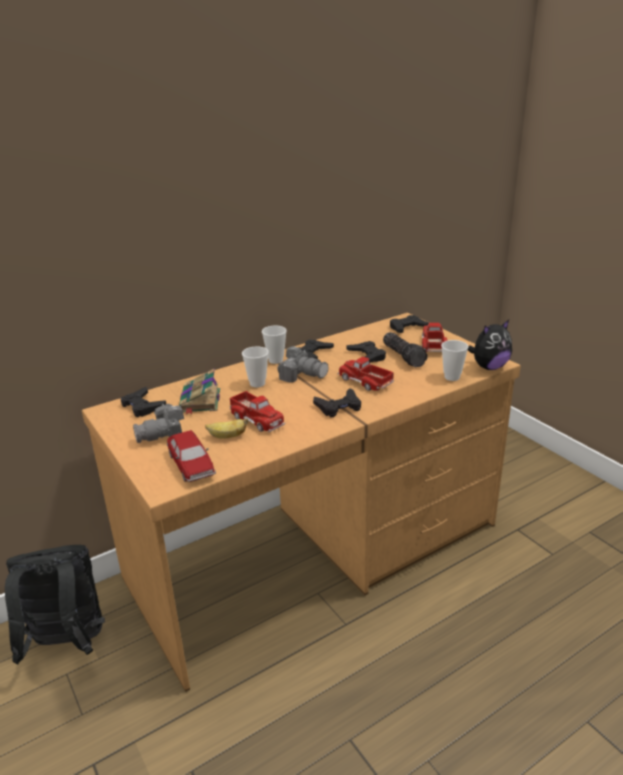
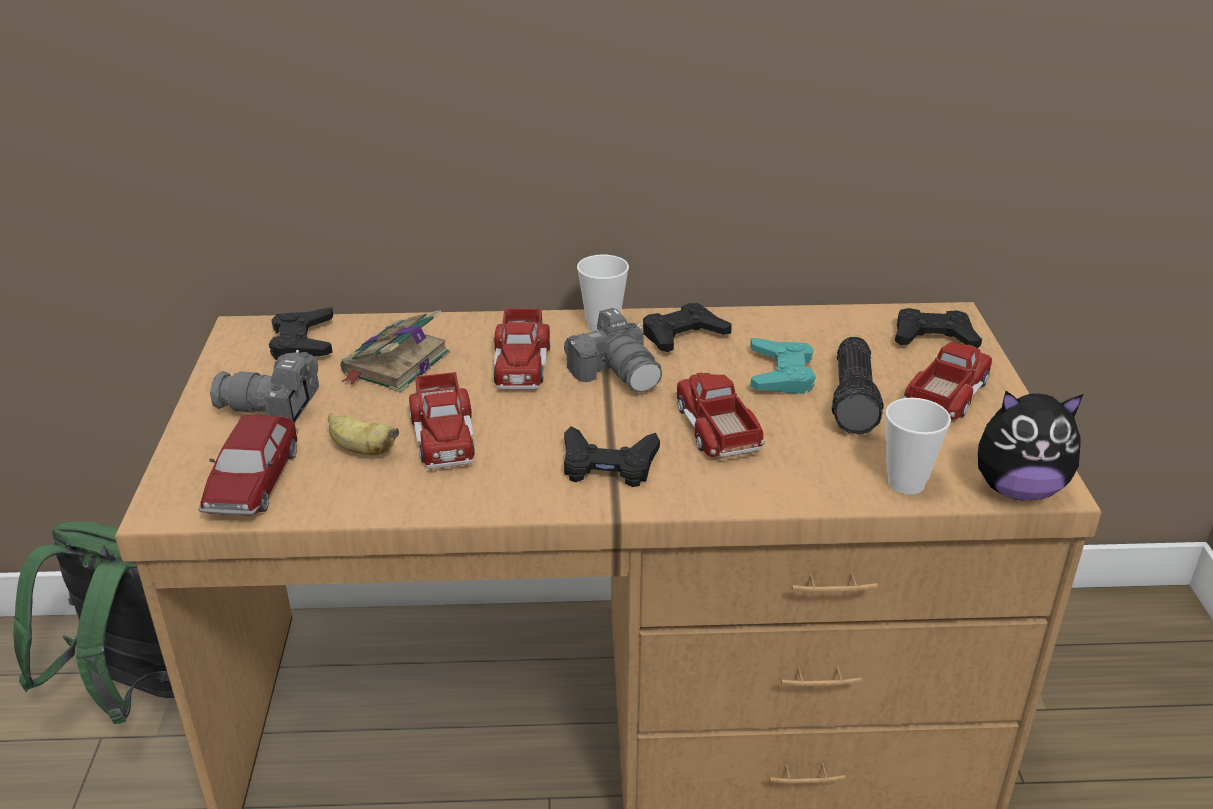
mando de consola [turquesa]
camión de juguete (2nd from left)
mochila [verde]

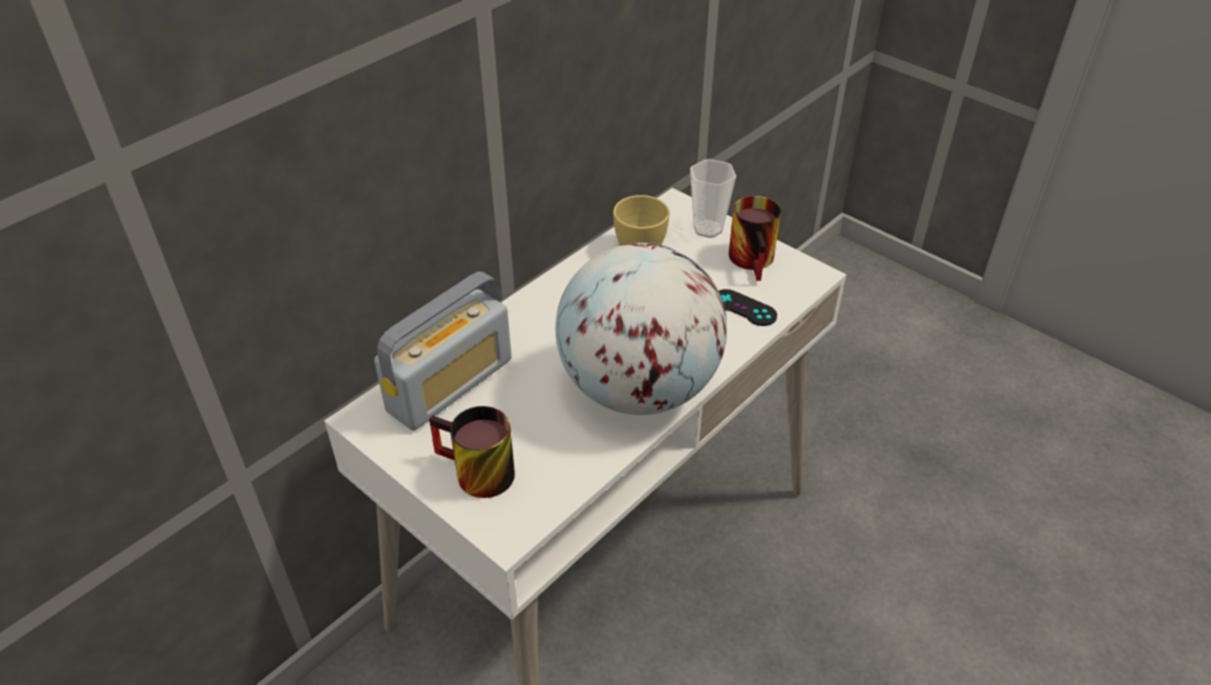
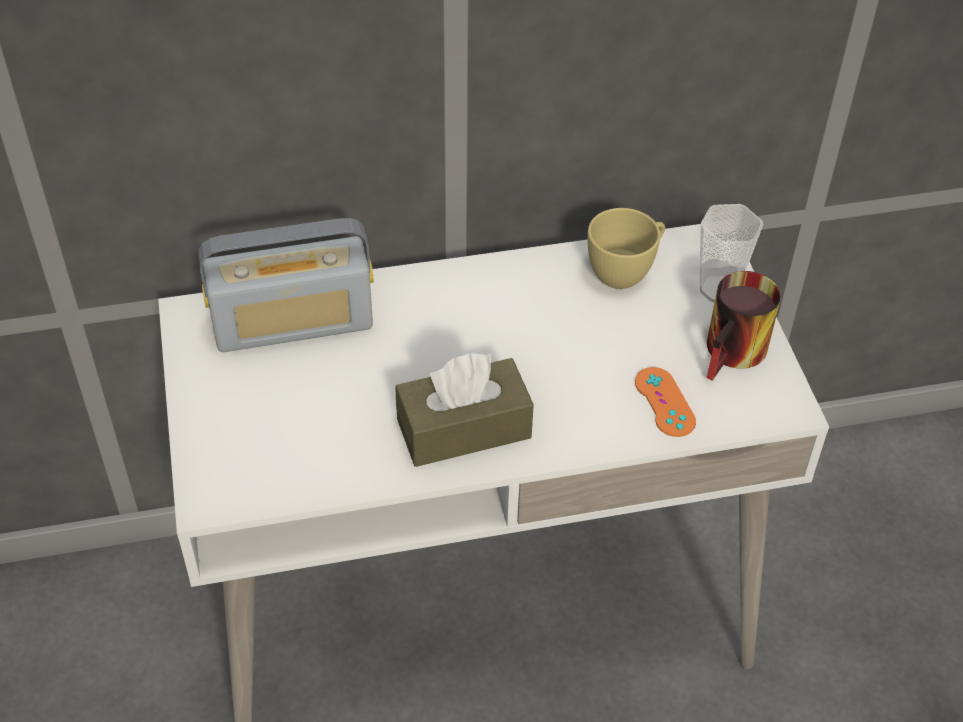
caja de pañuelos [marrón]
mando de consola [naranja]
taza grande (1st from left in the first image)

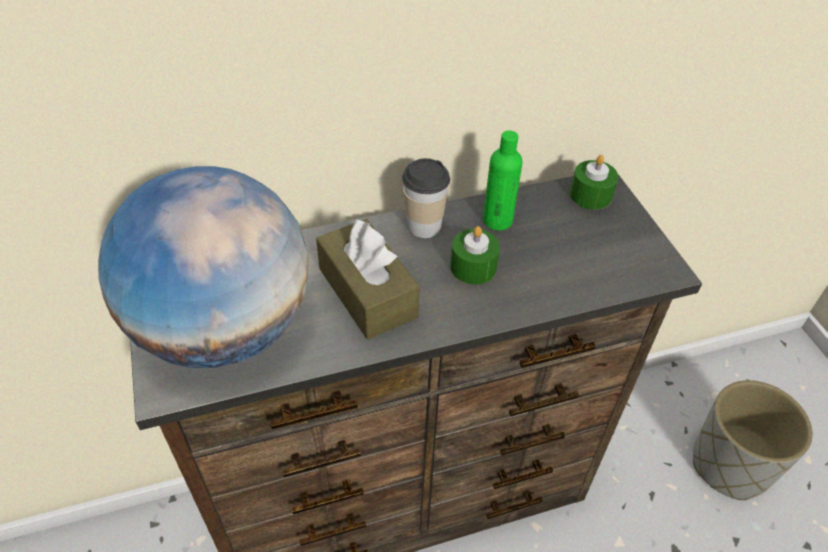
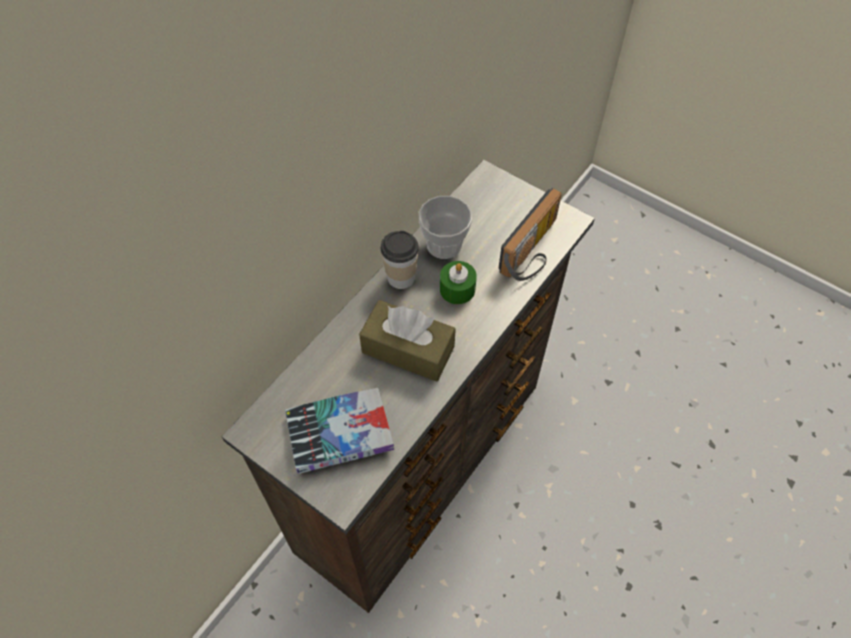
taza (2nd from left)
vela [verde] (2nd from left in the first image)
libro
maceta [gris]
radio

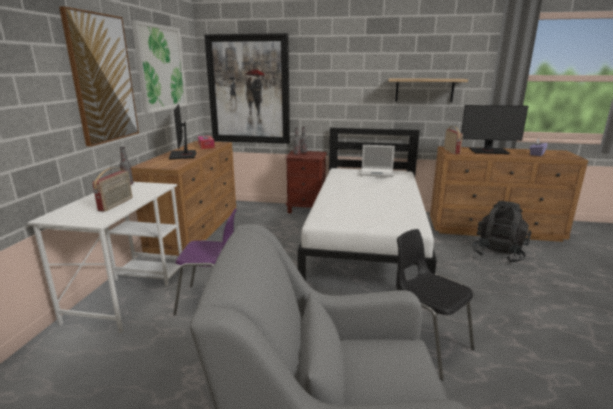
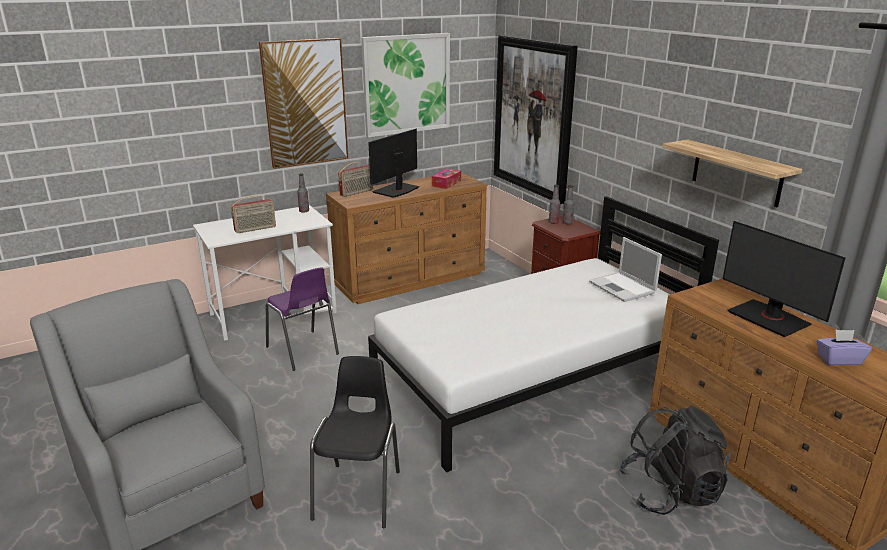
radio (2nd from left)

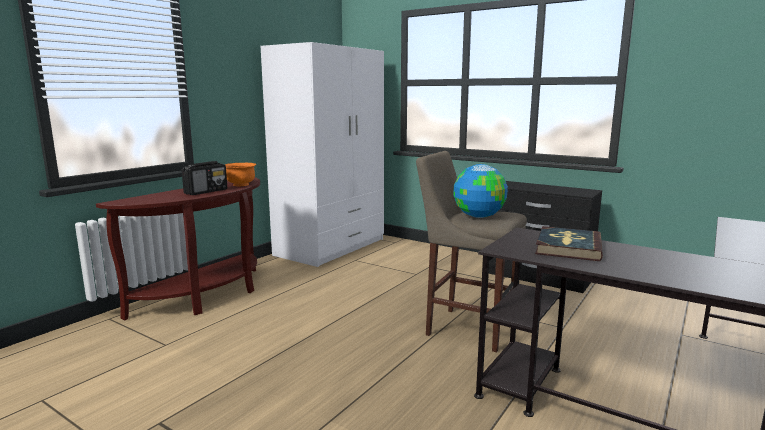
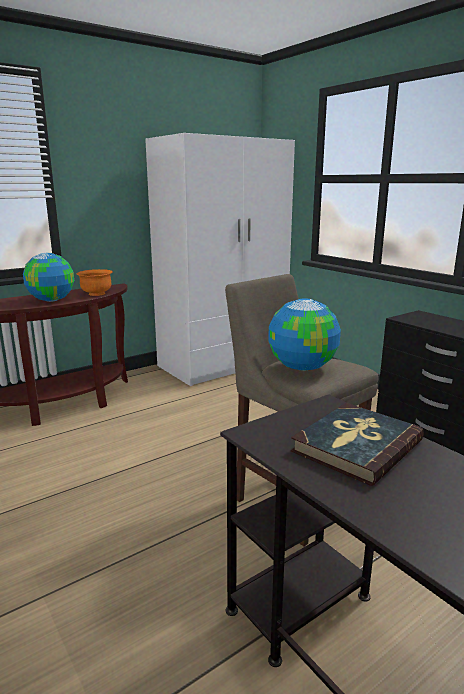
globo terráqueo (1st from left)

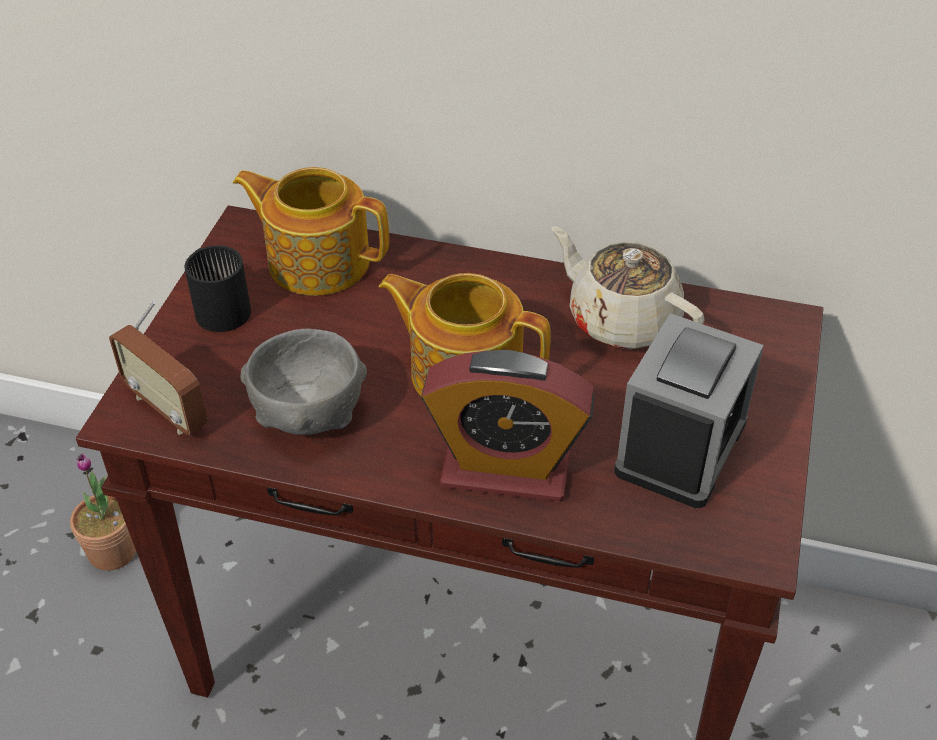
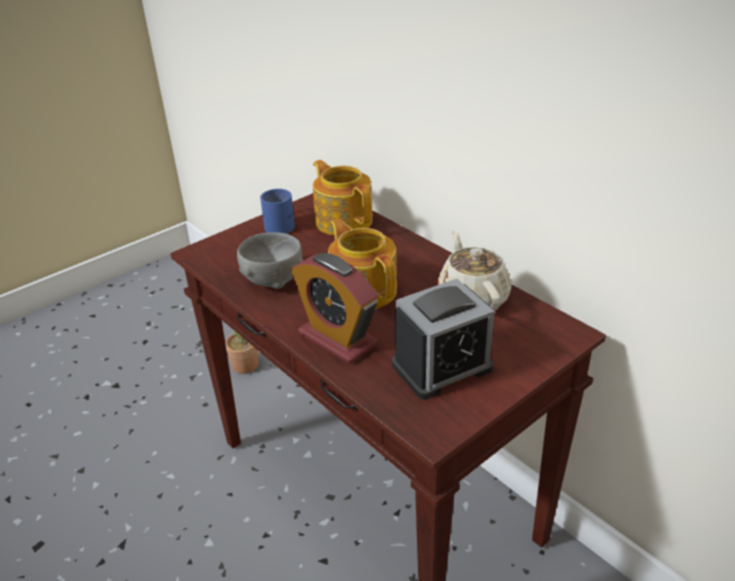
taza grande [azul]
radio

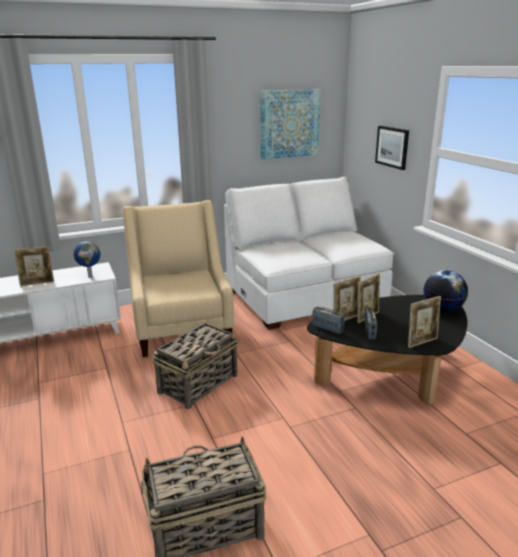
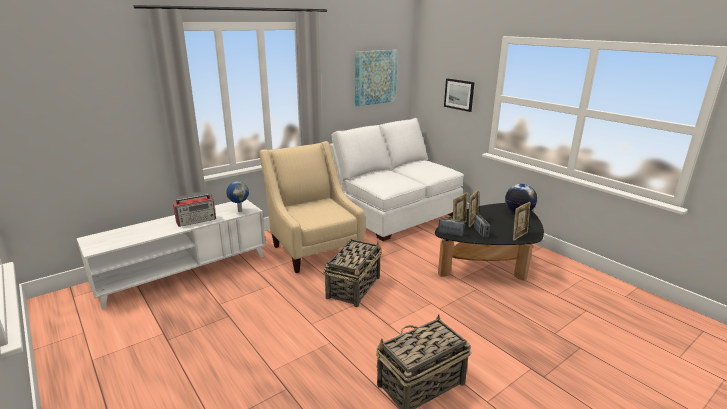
radio (1st from left)

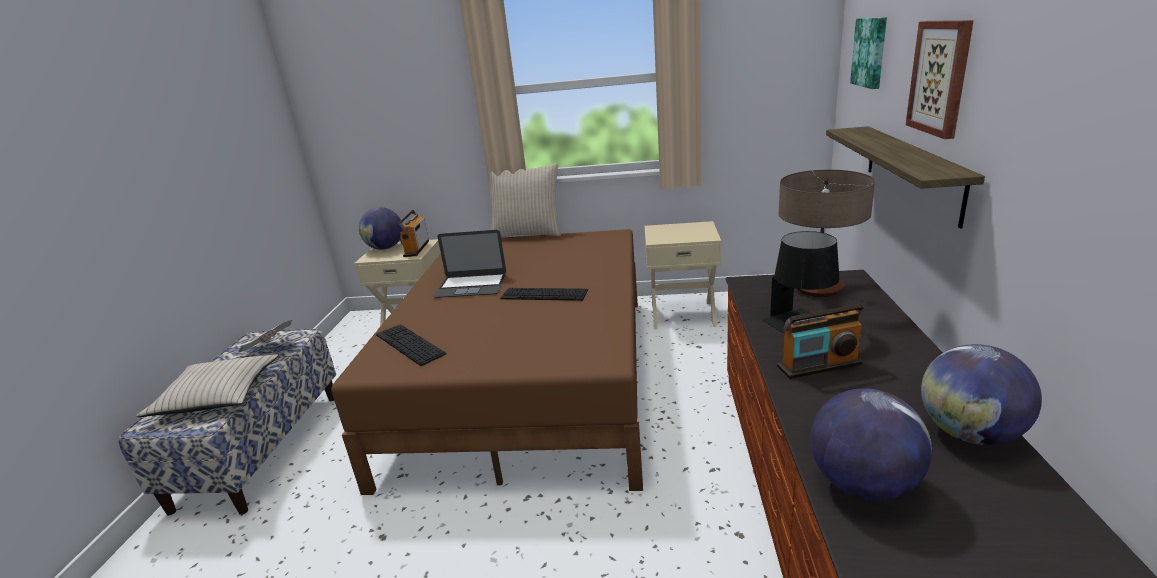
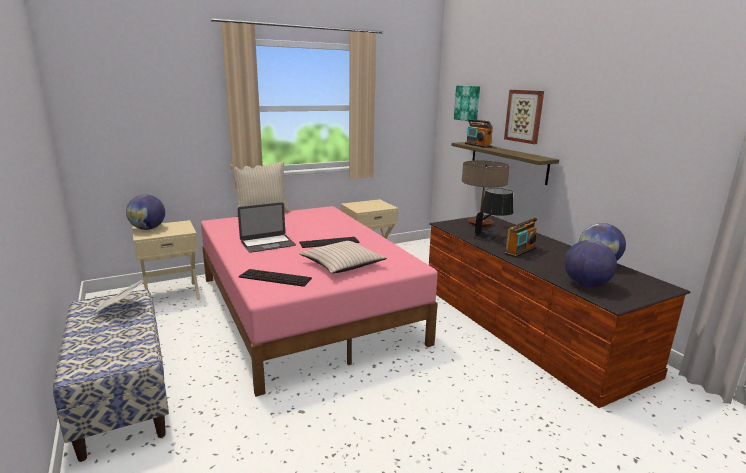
radio (1st from left)
cama [rosa]
cojín [beis] (2nd from left)

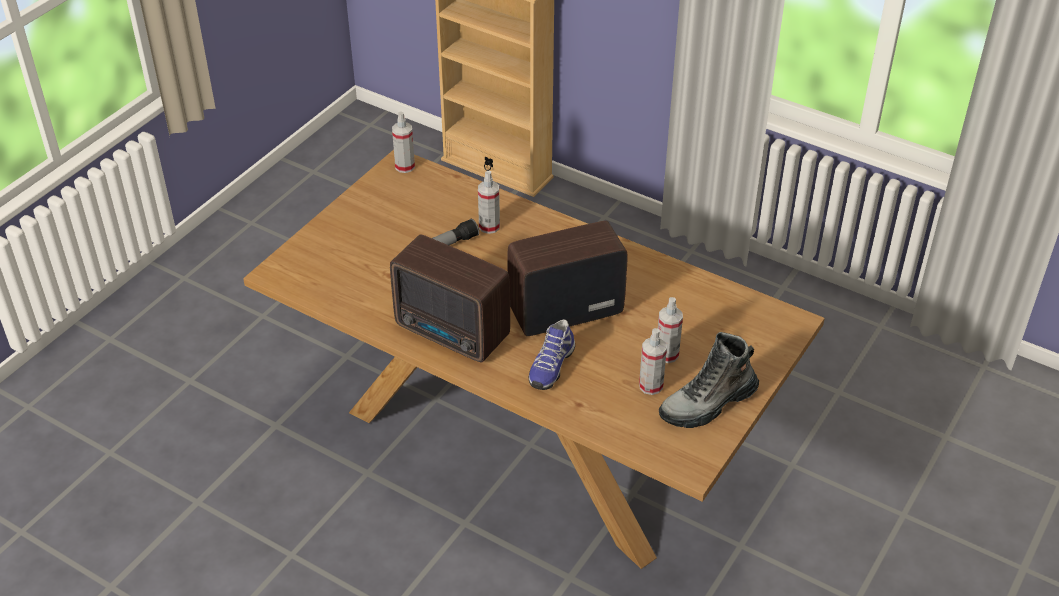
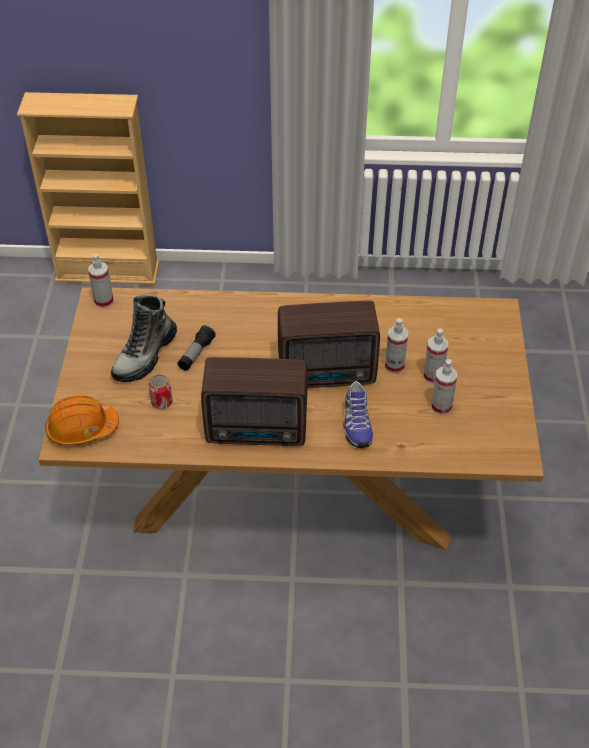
pulverizador (2nd from left)
radio (2nd from left)
bota
lata
casco [naranja]

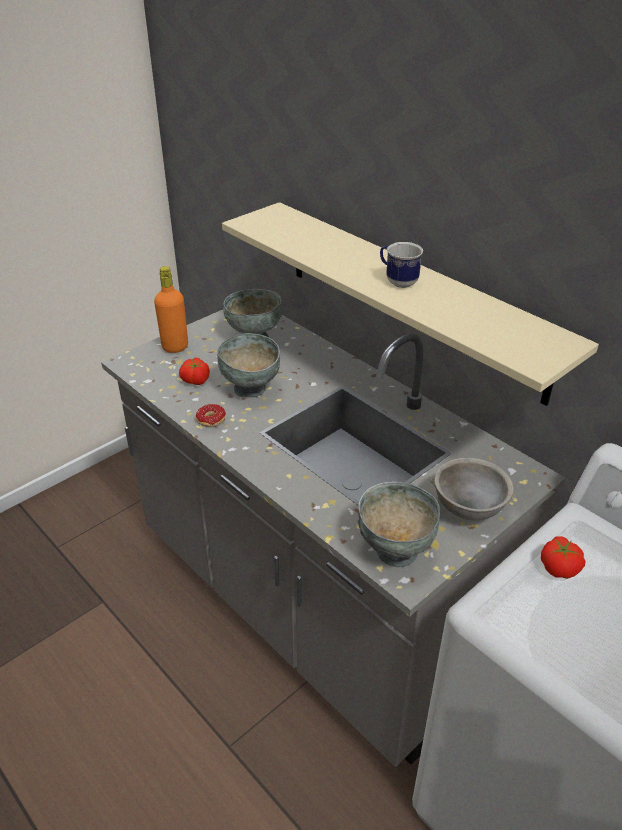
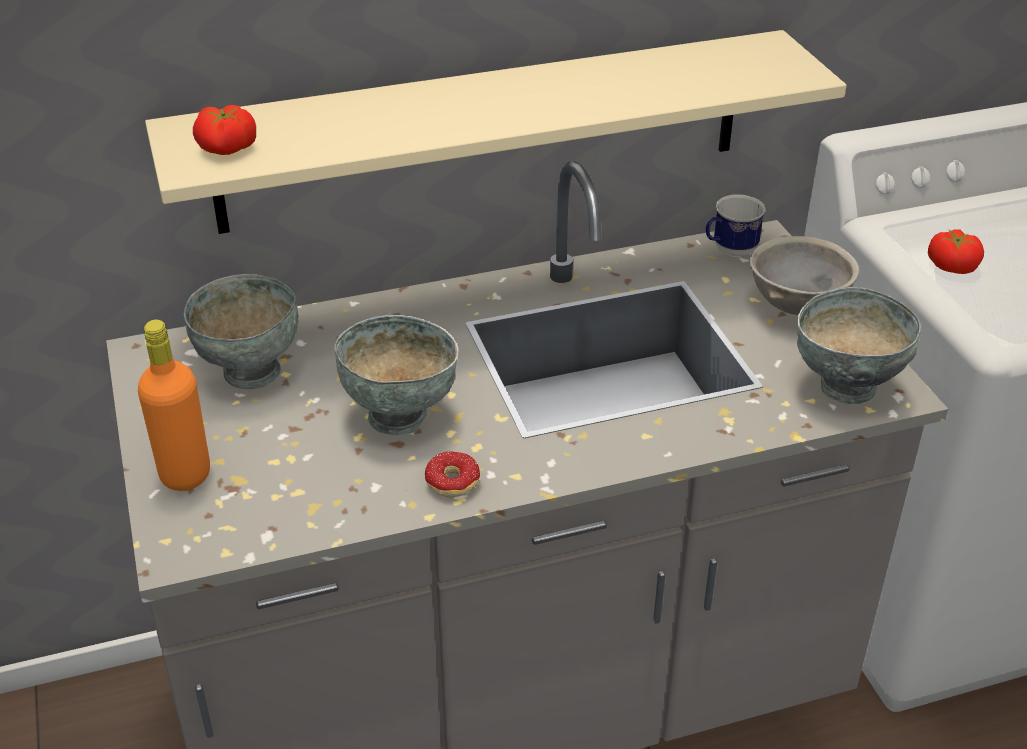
taza grande
tomate (1st from left)

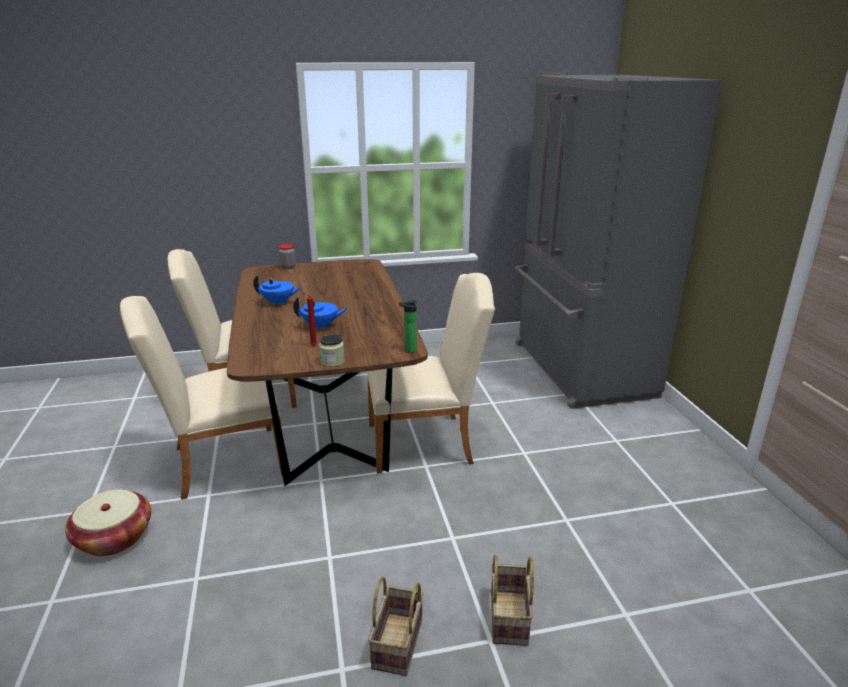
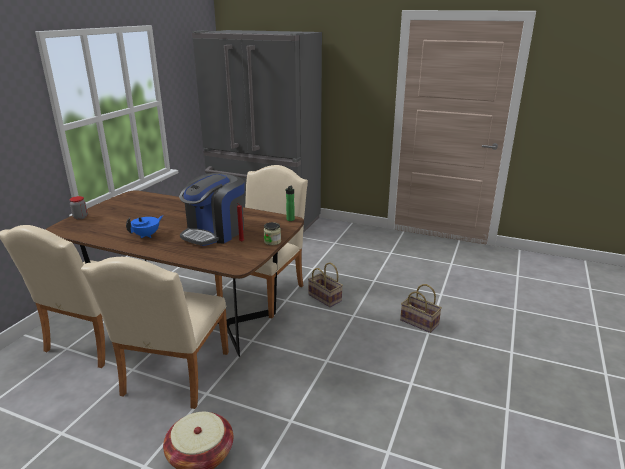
cafetera
cesta (2nd from left)

